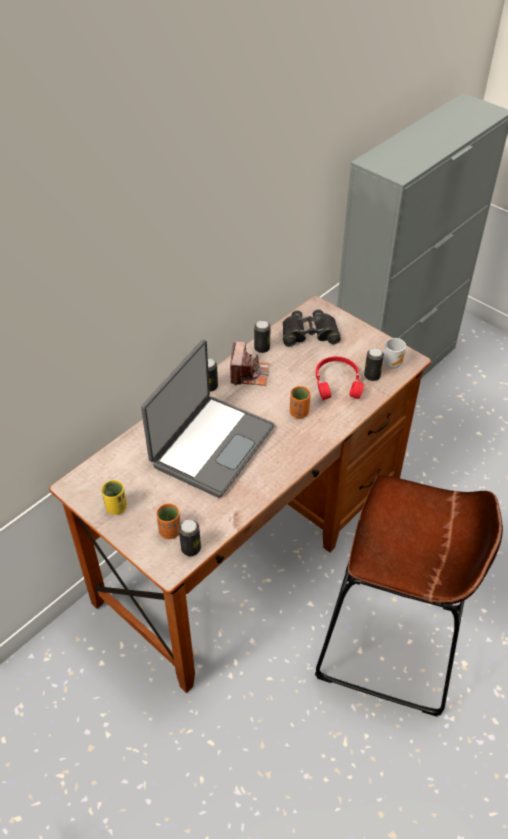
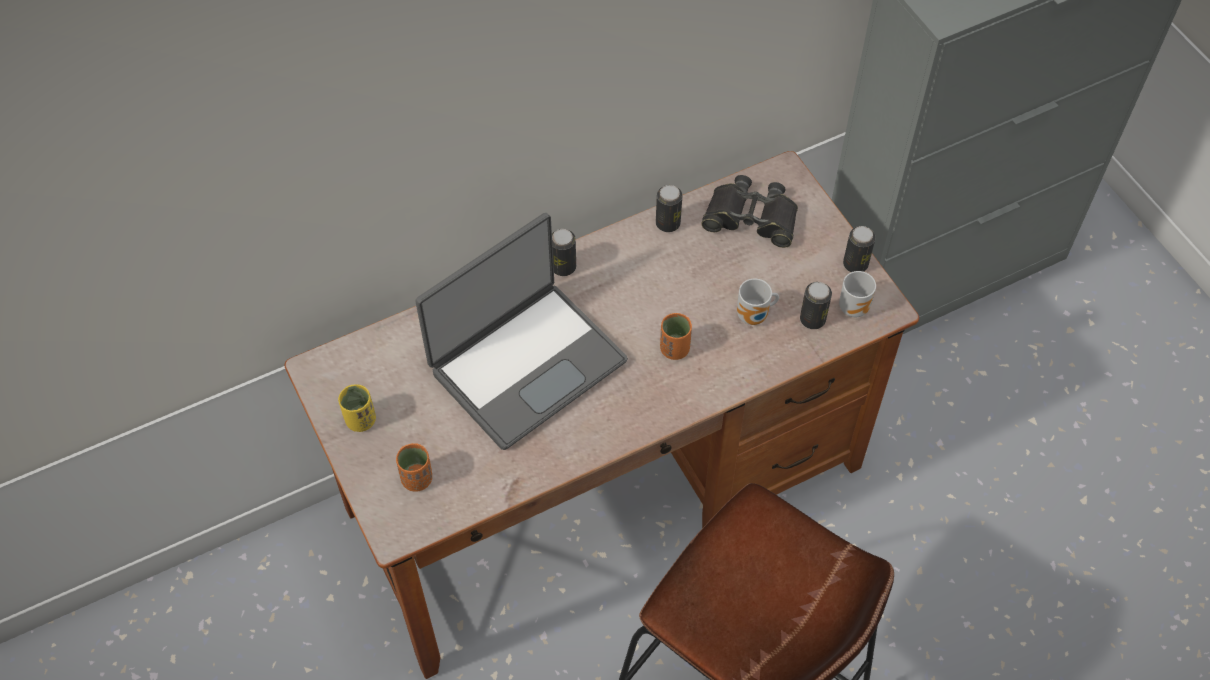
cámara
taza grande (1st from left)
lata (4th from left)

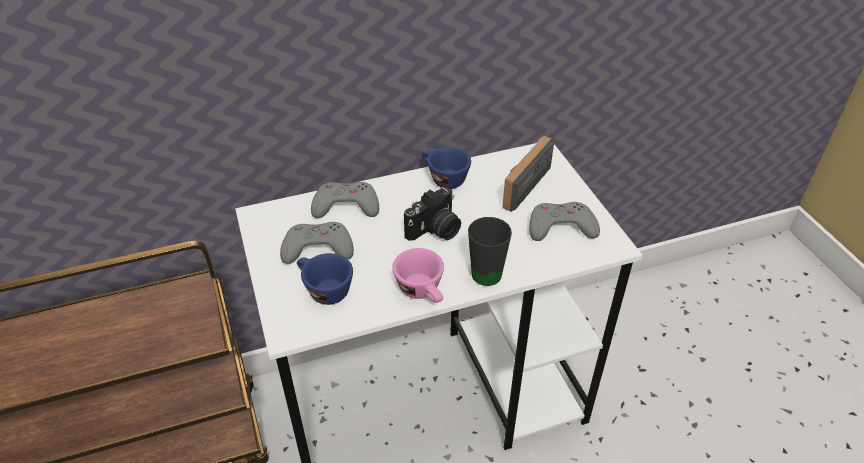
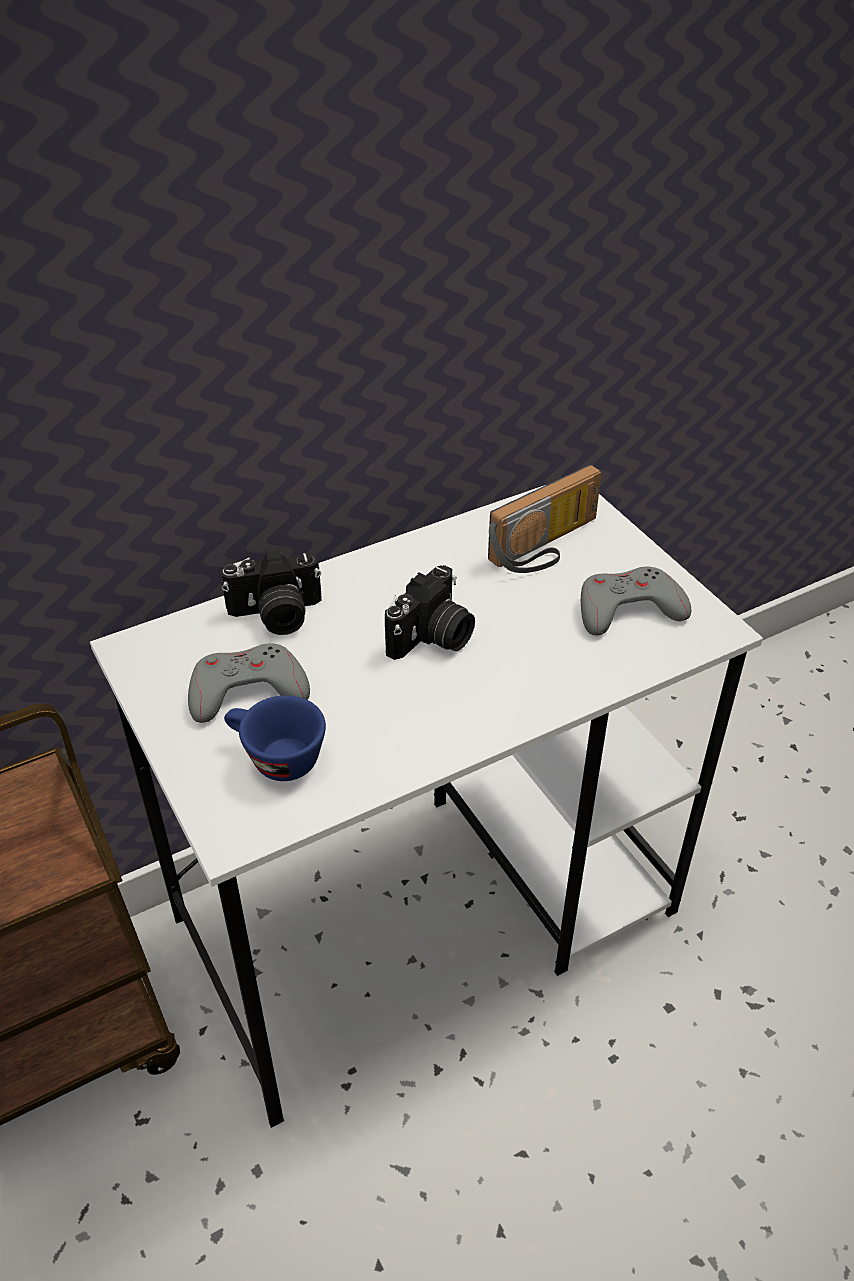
radio
taza [azul] (2nd from left in the first image)
cámara (1st from left)
taza grande [negro]
taza [rosa]

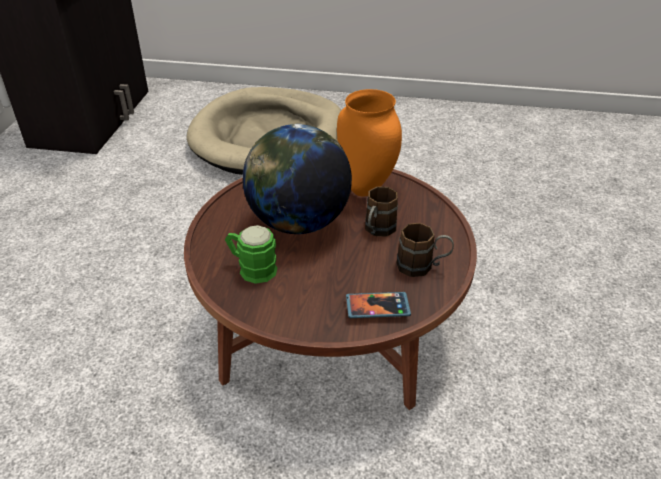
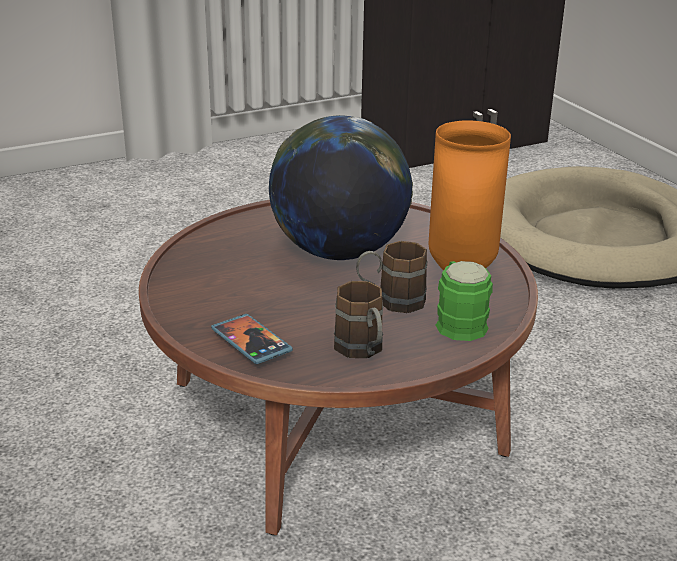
taza grande [verde]

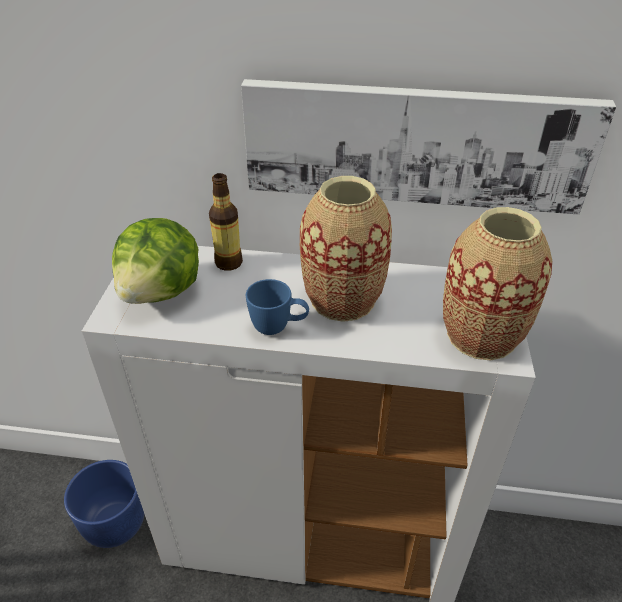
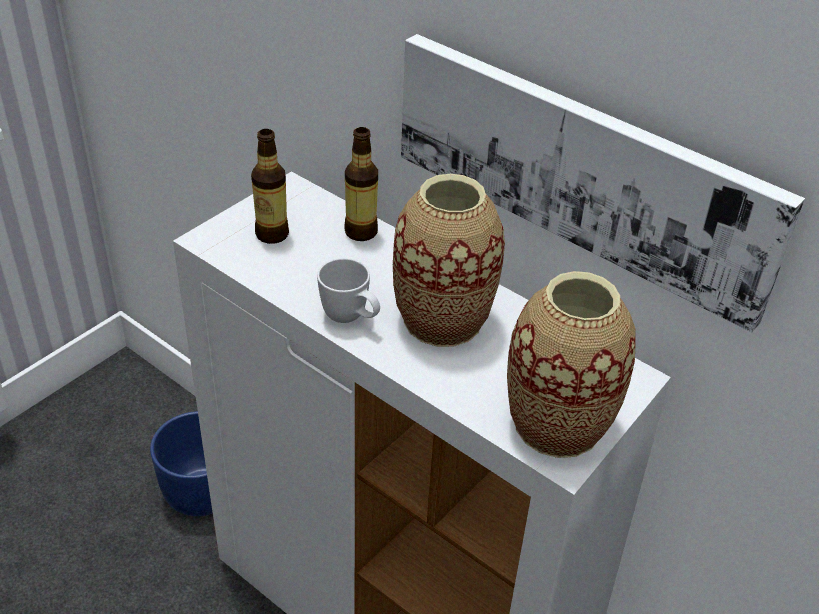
botella (1st from left)
taza grande [blanco]

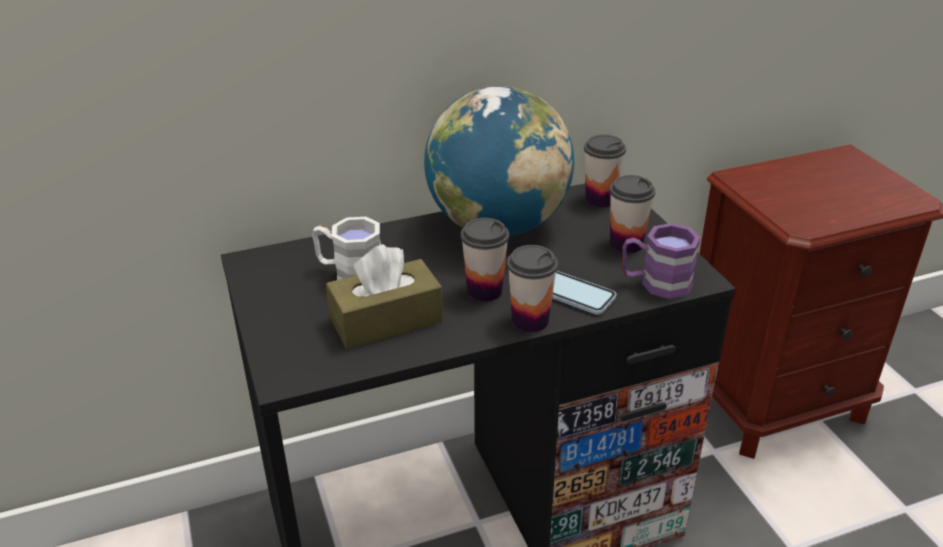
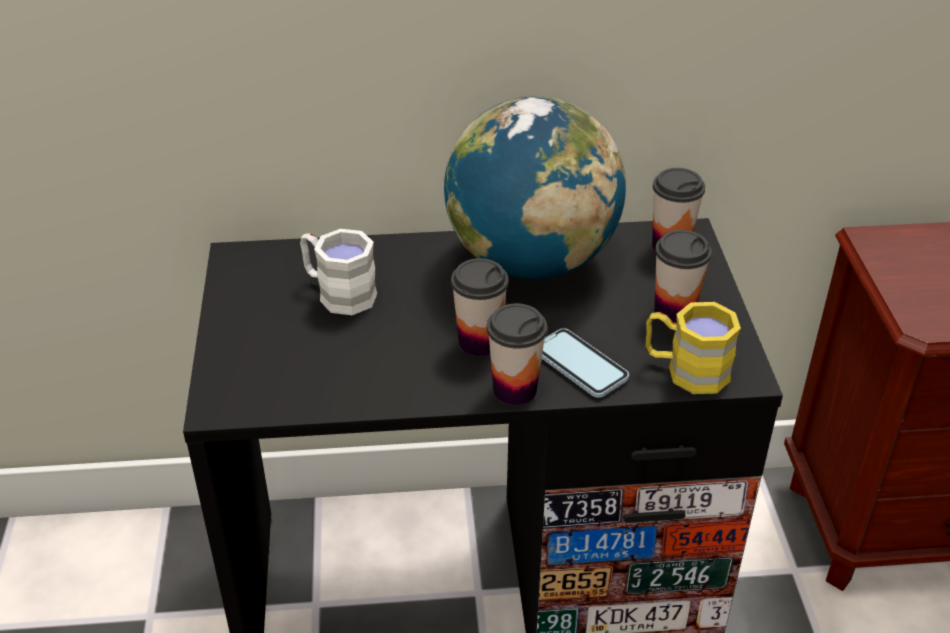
taza grande [amarillo]
caja de pañuelos [marrón]

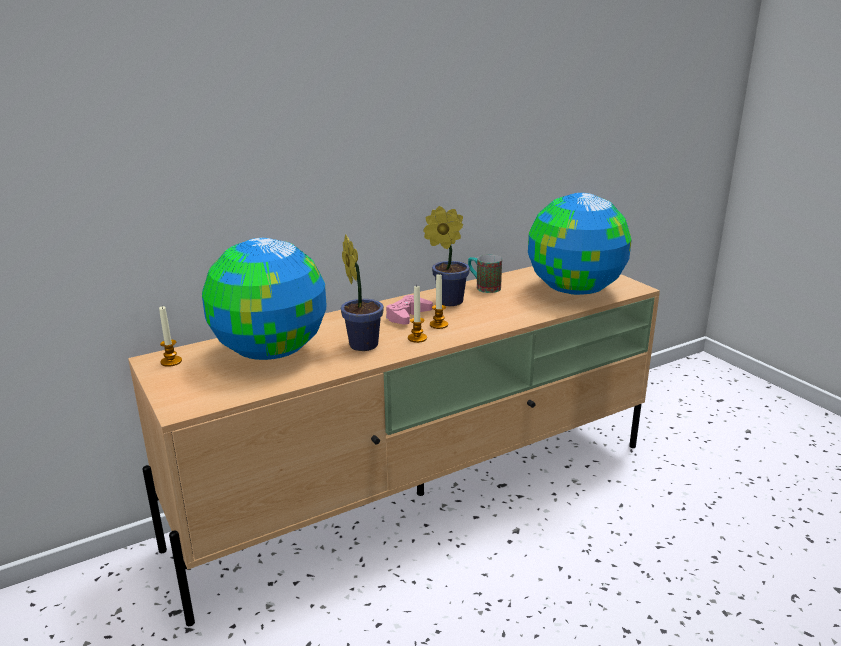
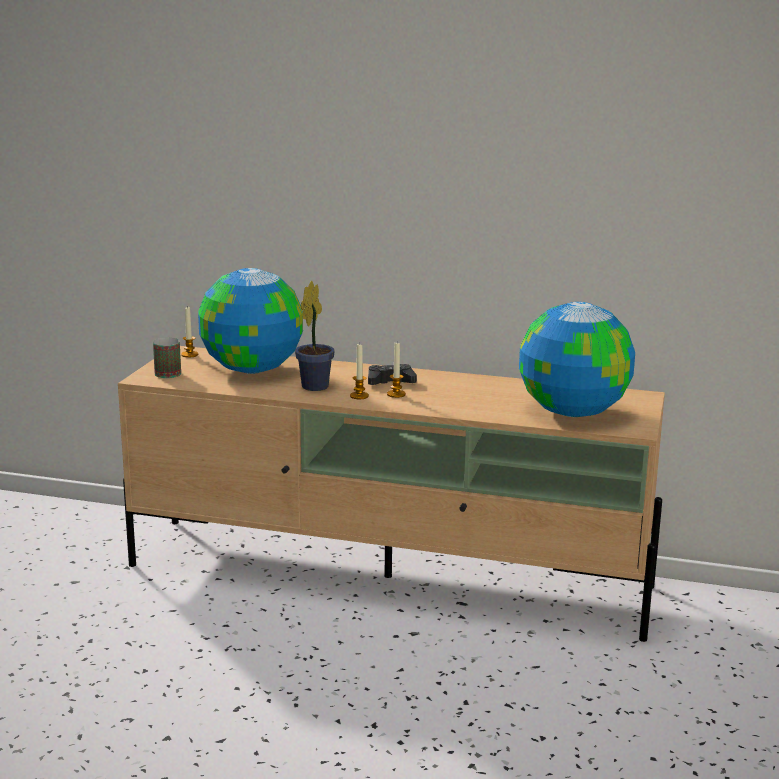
planta en maceta (2nd from left in the first image)
taza grande
mando de consola [negro]

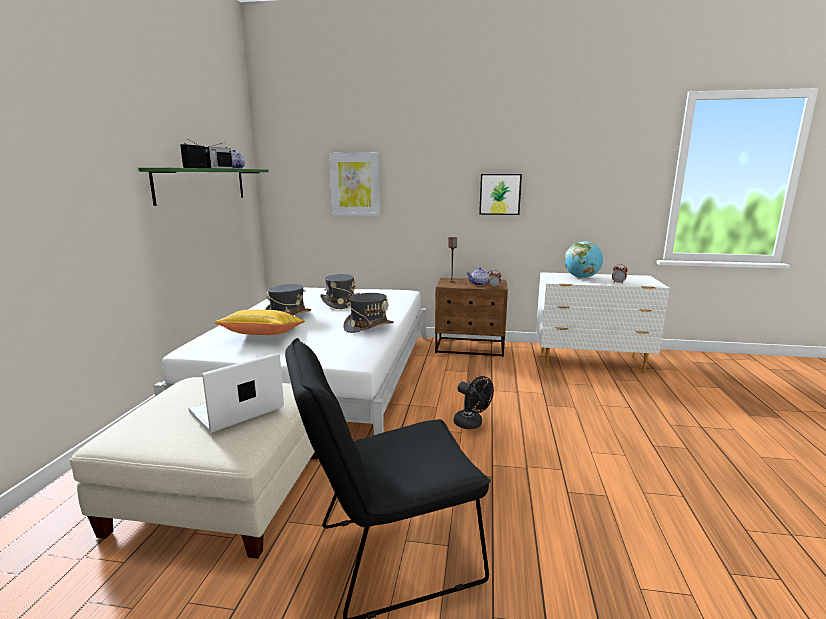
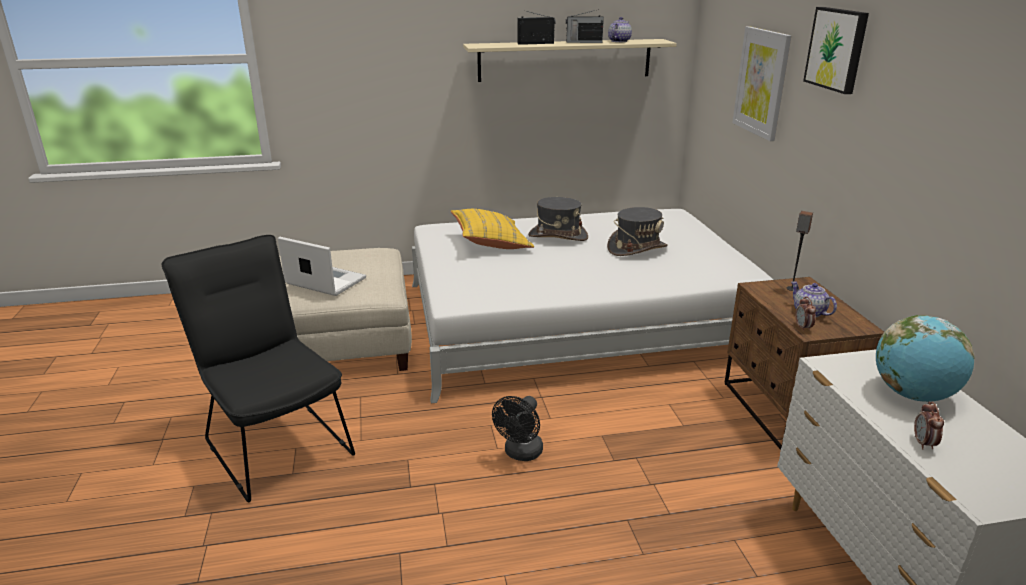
estante [beis]
cuadro (2nd from left)
sombrero [gris] (3rd from left in the first image)

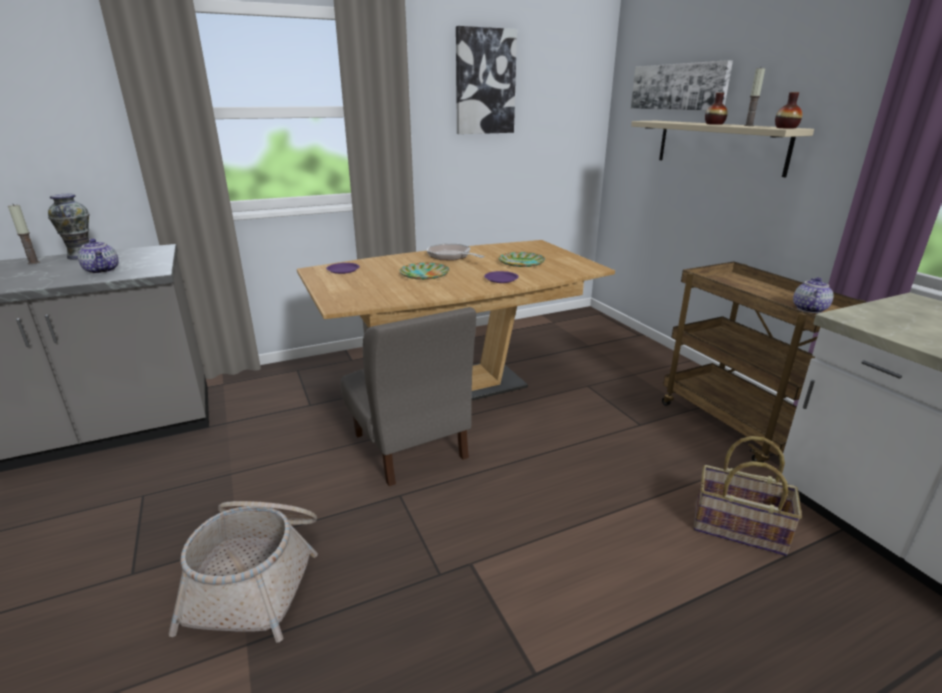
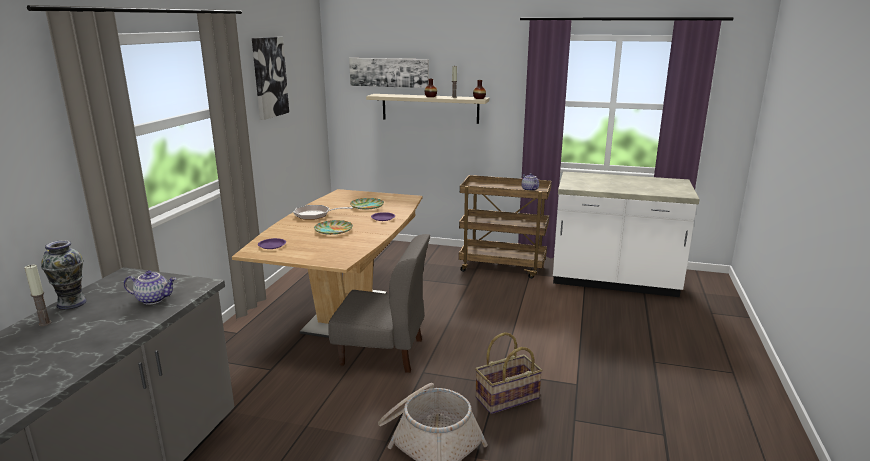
cesta (2nd from left)

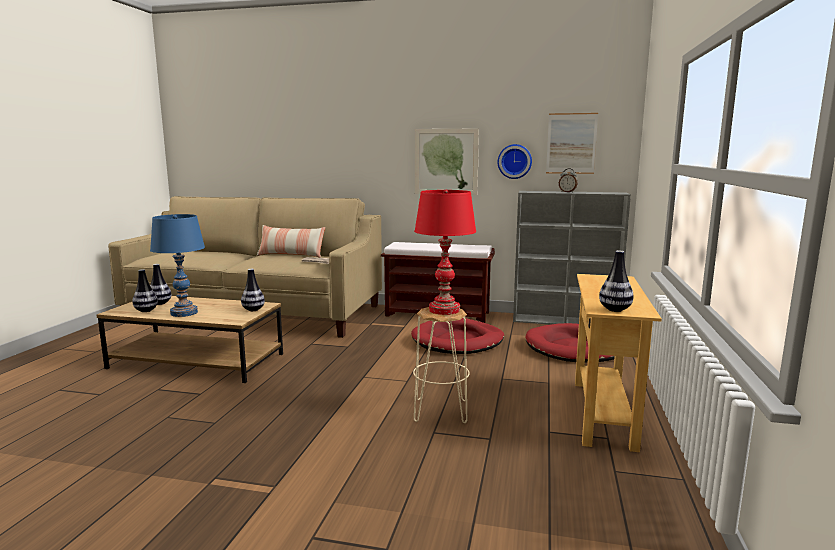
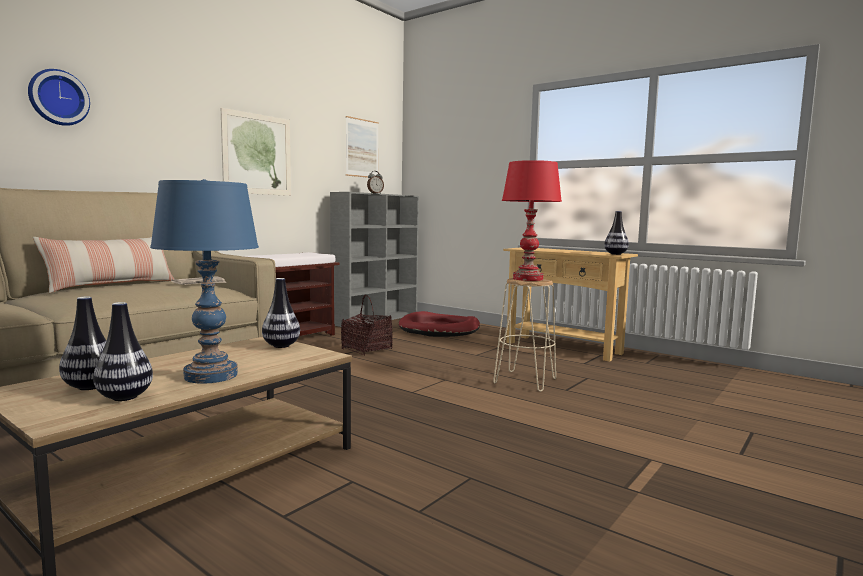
reloj de pared
cesta

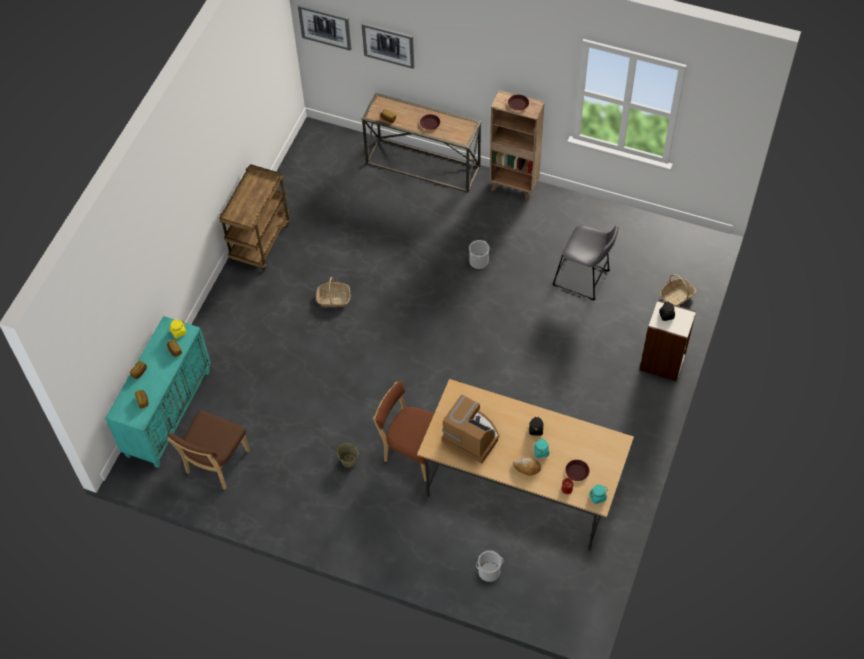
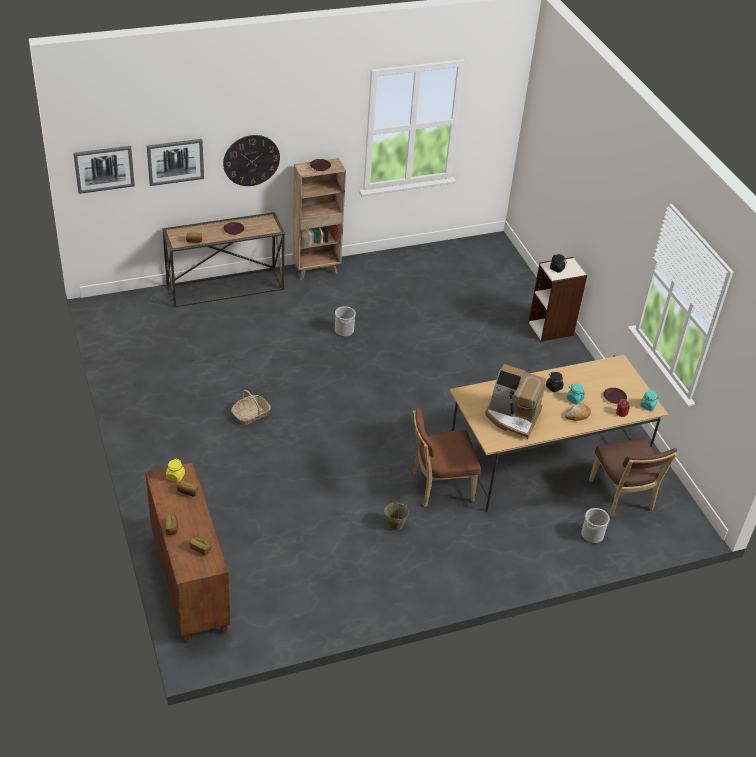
carrito [marrón]
taburete [gris]
cesta (2nd from left in the first image)
armario [marrón]
cafetera
silla [marrón] (2nd from left)
reloj de pared

